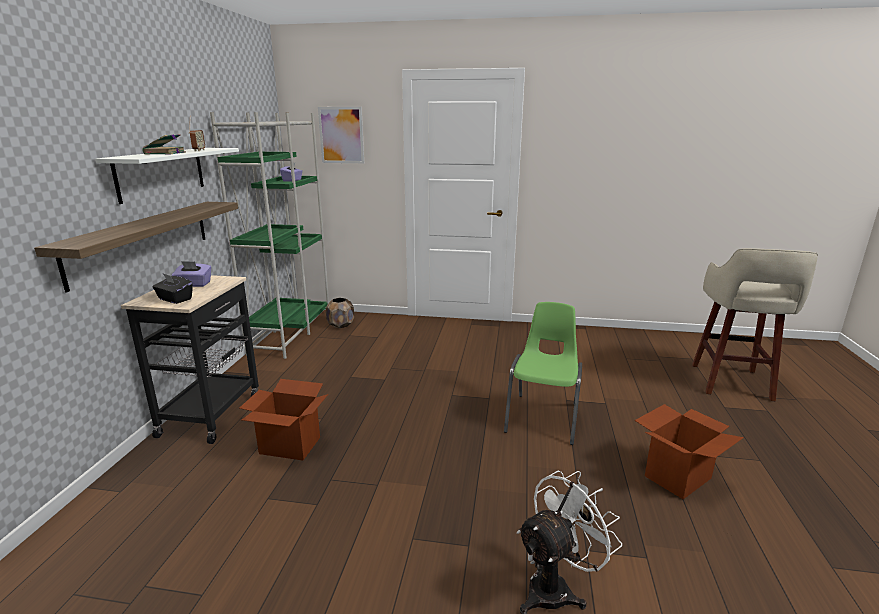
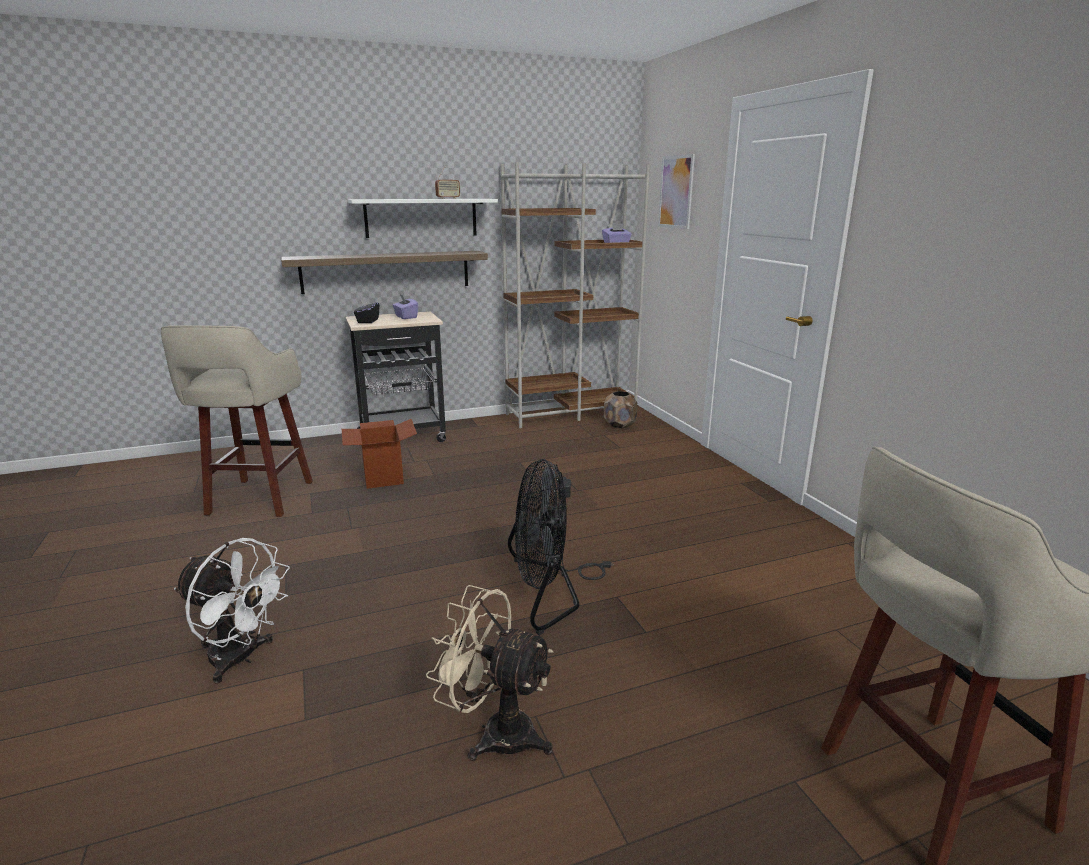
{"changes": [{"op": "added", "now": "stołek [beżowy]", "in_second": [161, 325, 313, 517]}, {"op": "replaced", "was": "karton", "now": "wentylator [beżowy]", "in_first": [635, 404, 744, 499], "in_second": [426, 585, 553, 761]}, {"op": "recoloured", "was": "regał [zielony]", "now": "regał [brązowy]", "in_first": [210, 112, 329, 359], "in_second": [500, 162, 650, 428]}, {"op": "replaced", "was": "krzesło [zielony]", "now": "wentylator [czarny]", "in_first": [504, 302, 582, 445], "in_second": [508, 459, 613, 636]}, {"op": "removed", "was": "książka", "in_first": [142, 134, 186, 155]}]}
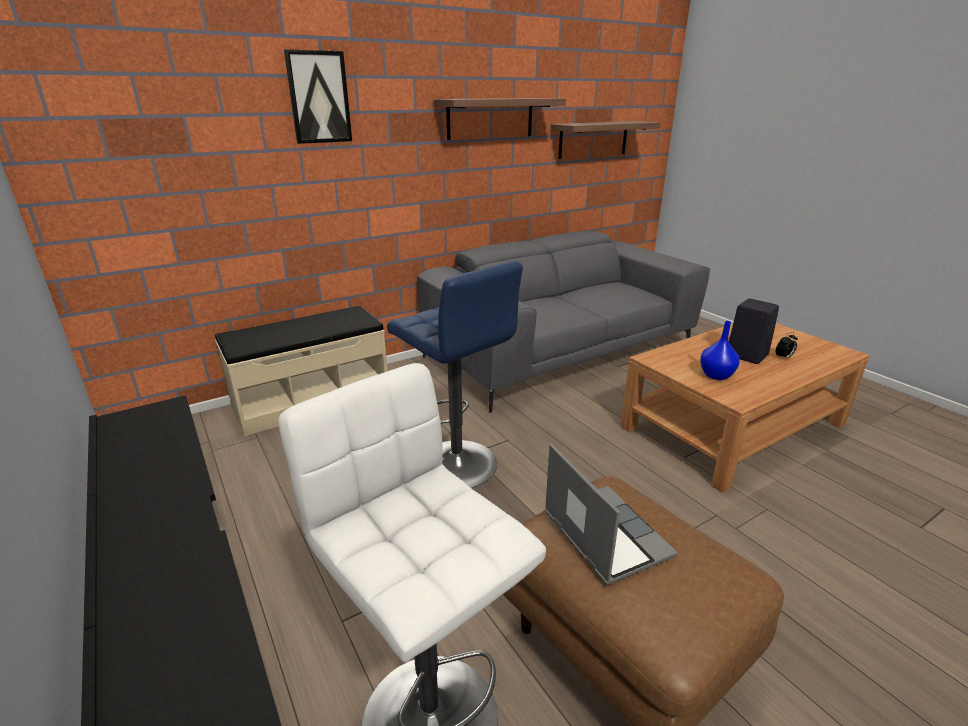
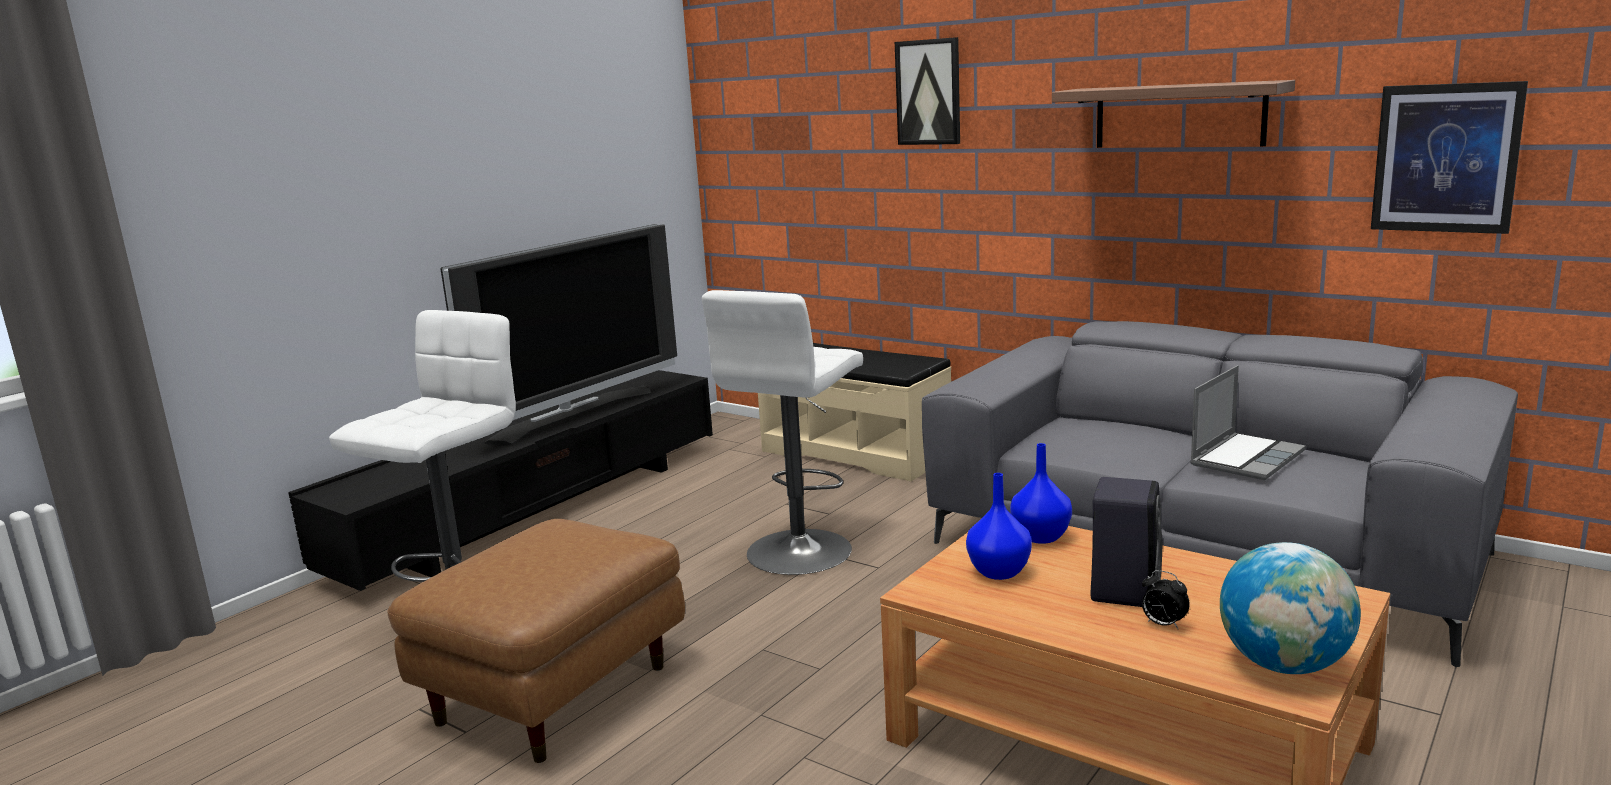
{"changes": [{"op": "added", "now": "telewizor", "in_second": [441, 224, 677, 445]}, {"op": "recoloured", "was": "stołek [niebieski]", "now": "stołek [biały]", "in_first": [387, 261, 523, 488], "in_second": [702, 290, 863, 575]}, {"op": "added", "now": "wazon [niebieski]", "in_second": [1010, 443, 1072, 544]}, {"op": "moved", "was": "laptop", "in_first": [544, 444, 678, 585], "in_second": [1190, 365, 1306, 480]}, {"op": "added", "now": "globus", "in_second": [1220, 542, 1361, 674]}, {"op": "replaced", "was": "półka", "now": "obraz", "in_first": [551, 121, 660, 159], "in_second": [1371, 81, 1528, 234]}]}
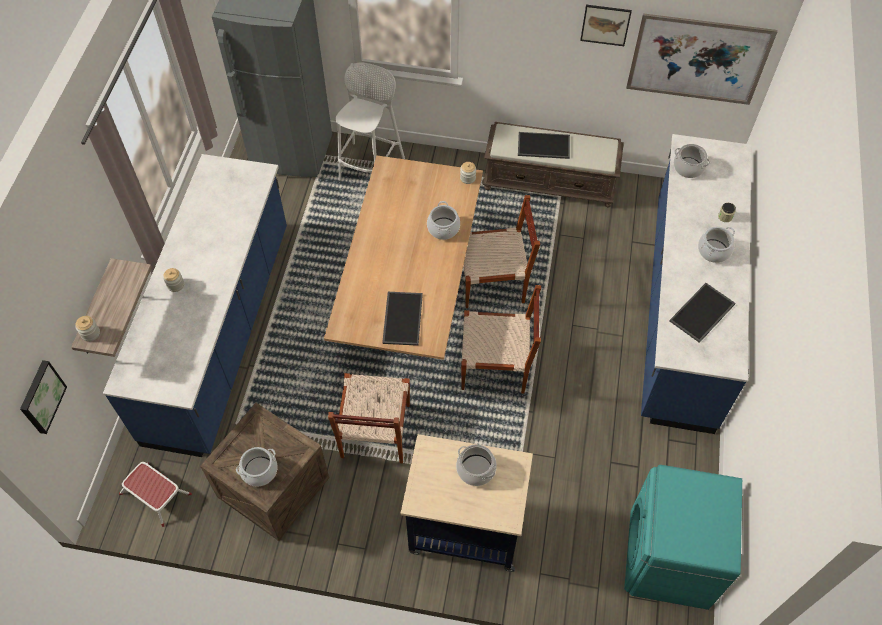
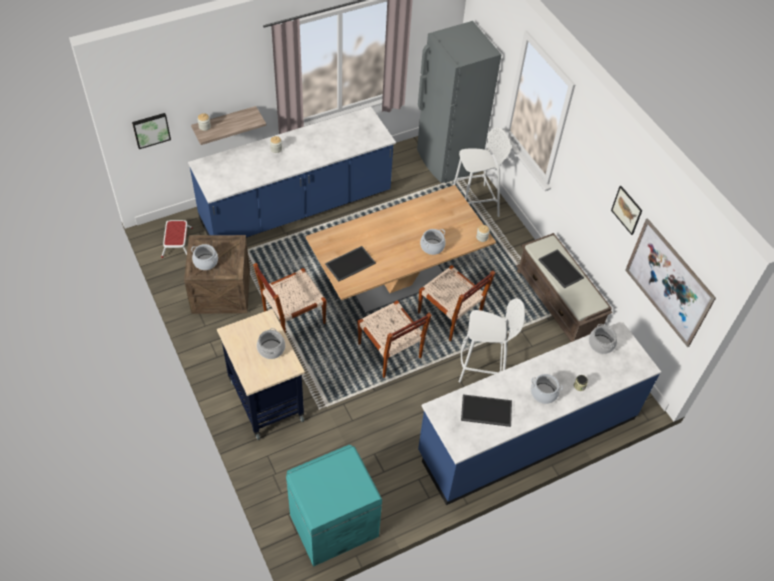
{"changes": [{"op": "added", "now": "stołek [biały]", "in_second": [459, 299, 525, 383]}]}
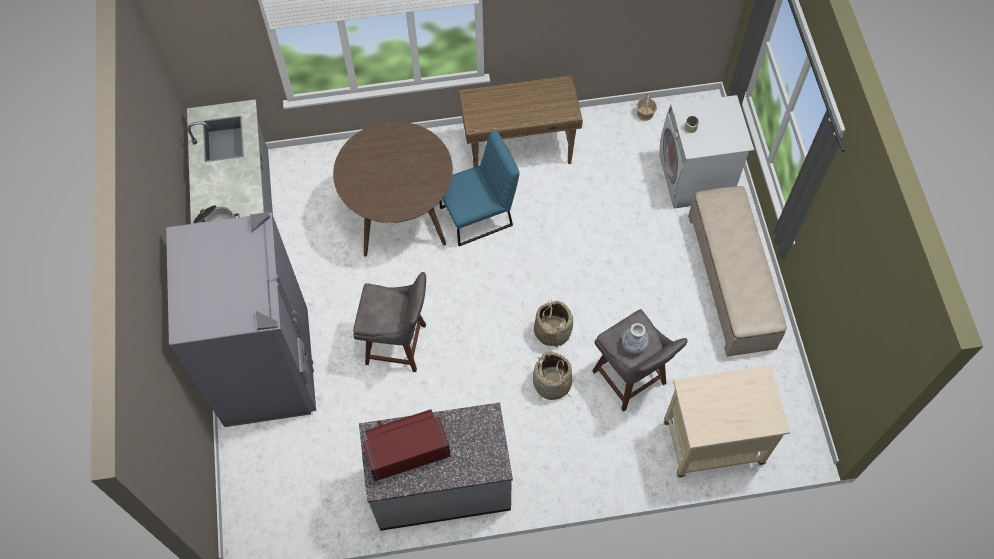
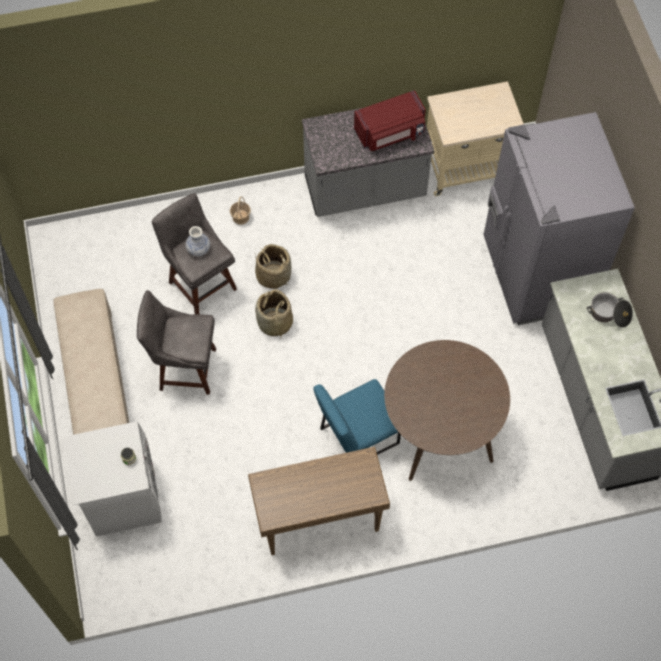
{"changes": [{"op": "moved", "was": "stołek [szary]", "in_first": [353, 272, 426, 372], "in_second": [137, 290, 216, 395]}, {"op": "moved", "was": "koszyk", "in_first": [636, 92, 657, 121], "in_second": [230, 196, 251, 225]}, {"op": "moved", "was": "wózek [beżowy]", "in_first": [664, 365, 790, 478], "in_second": [427, 81, 524, 196]}]}
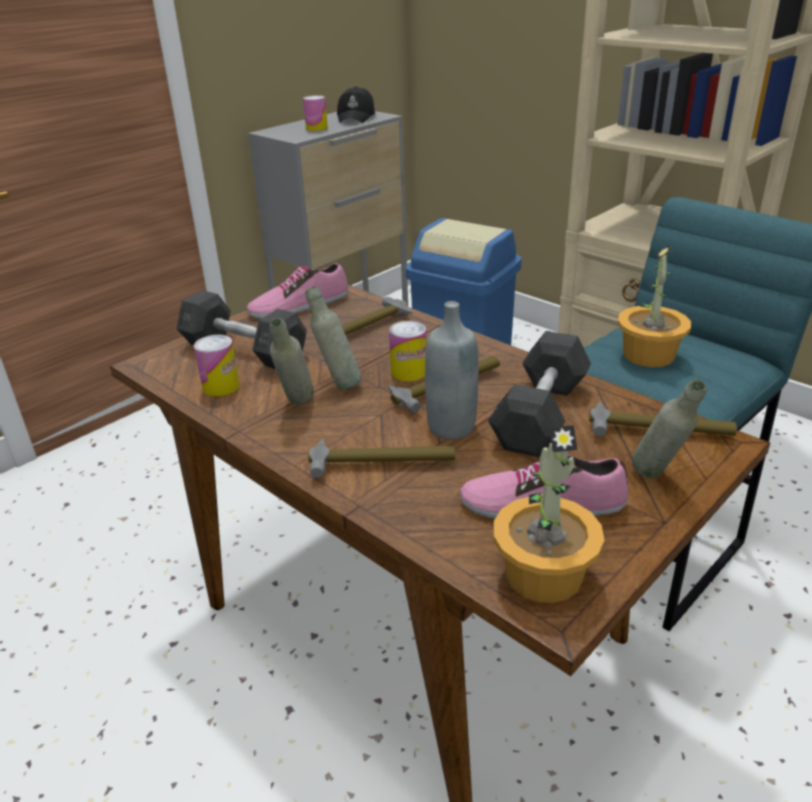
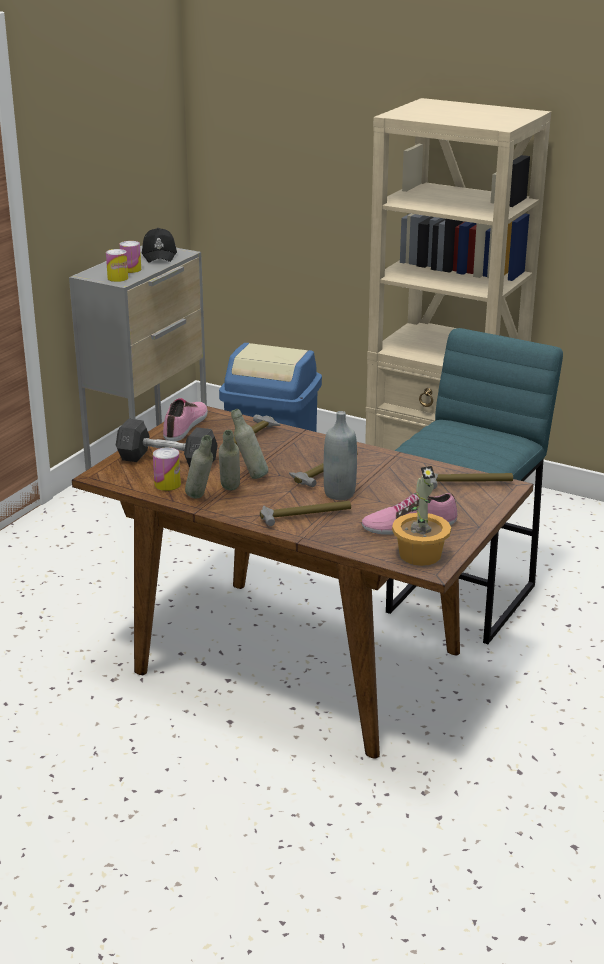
{"changes": [{"op": "moved", "was": "puszka", "in_first": [389, 321, 427, 381], "in_second": [106, 249, 128, 282]}, {"op": "turned", "was": "but", "in_first": [247, 263, 348, 319], "in_second": [163, 398, 208, 441], "clockwise": 150}, {"op": "moved", "was": "butelka [szary]", "in_first": [632, 379, 706, 478], "in_second": [185, 435, 213, 499]}, {"op": "removed", "was": "hantel [szary]", "in_first": [488, 331, 591, 457]}, {"op": "removed", "was": "roślina doniczkowa", "in_first": [617, 245, 691, 367]}]}
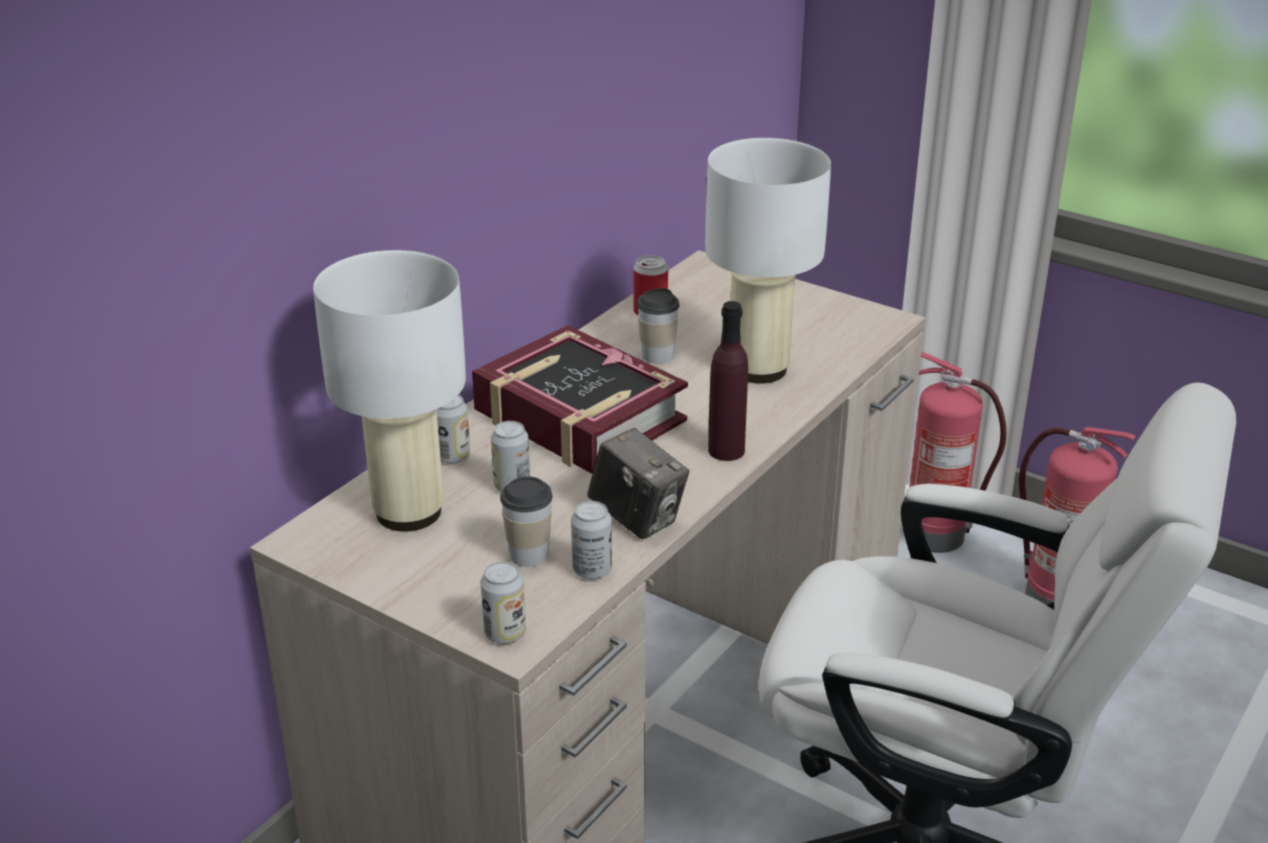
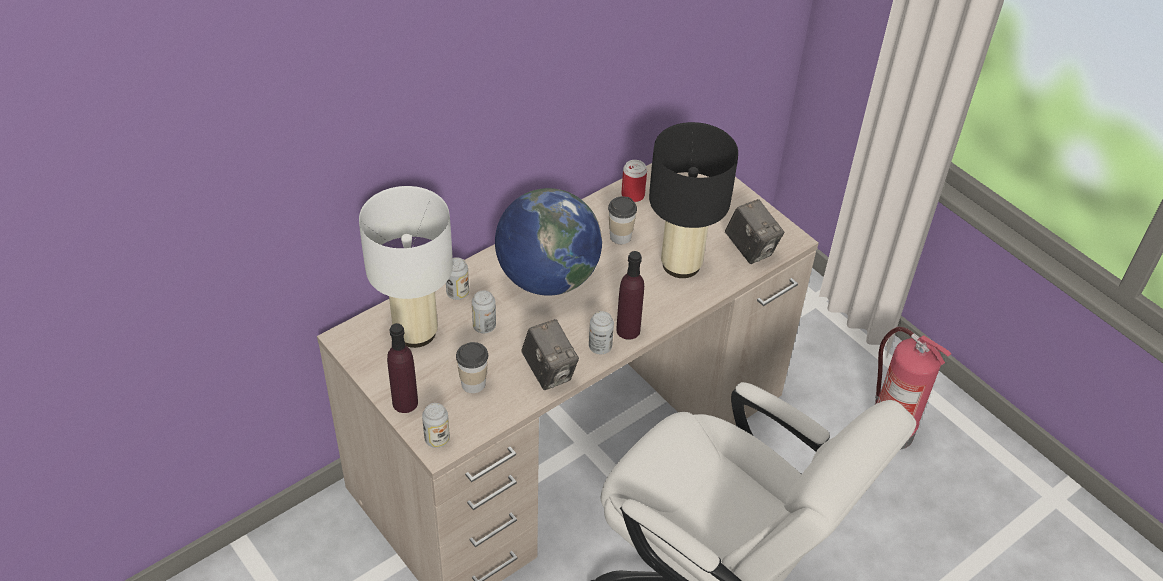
{"changes": [{"op": "added", "now": "butelka [fioletowy]", "in_second": [387, 323, 418, 413]}, {"op": "replaced", "was": "książka", "now": "globus", "in_first": [472, 325, 688, 474], "in_second": [495, 188, 602, 296]}, {"op": "moved", "was": "puszka", "in_first": [571, 501, 612, 579], "in_second": [589, 311, 614, 354]}, {"op": "recoloured", "was": "lampa stołowa [biały]", "now": "lampa stołowa [czarny]", "in_first": [705, 138, 831, 384], "in_second": [649, 122, 738, 278]}, {"op": "added", "now": "aparat fotograficzny", "in_second": [725, 199, 784, 264]}, {"op": "removed", "was": "gaśnica", "in_first": [909, 352, 1006, 553]}]}
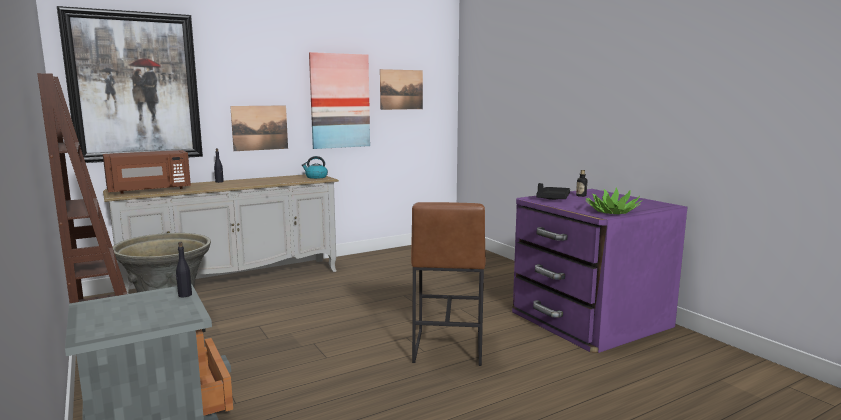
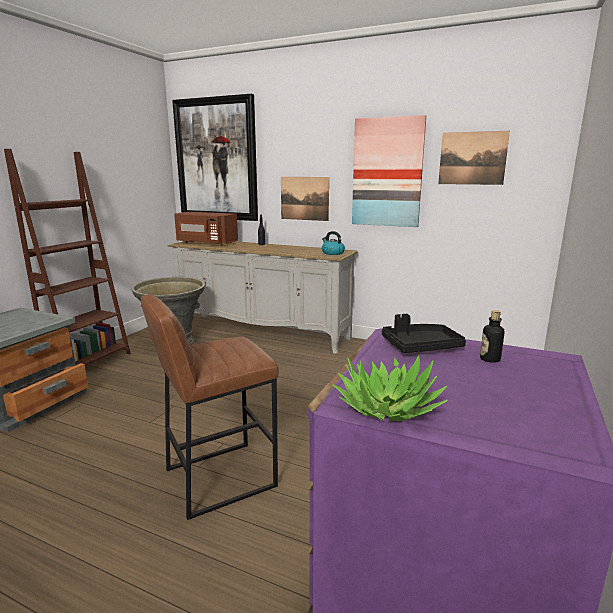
{"changes": [{"op": "removed", "was": "butelka [czarny]", "in_first": [176, 242, 192, 297]}]}
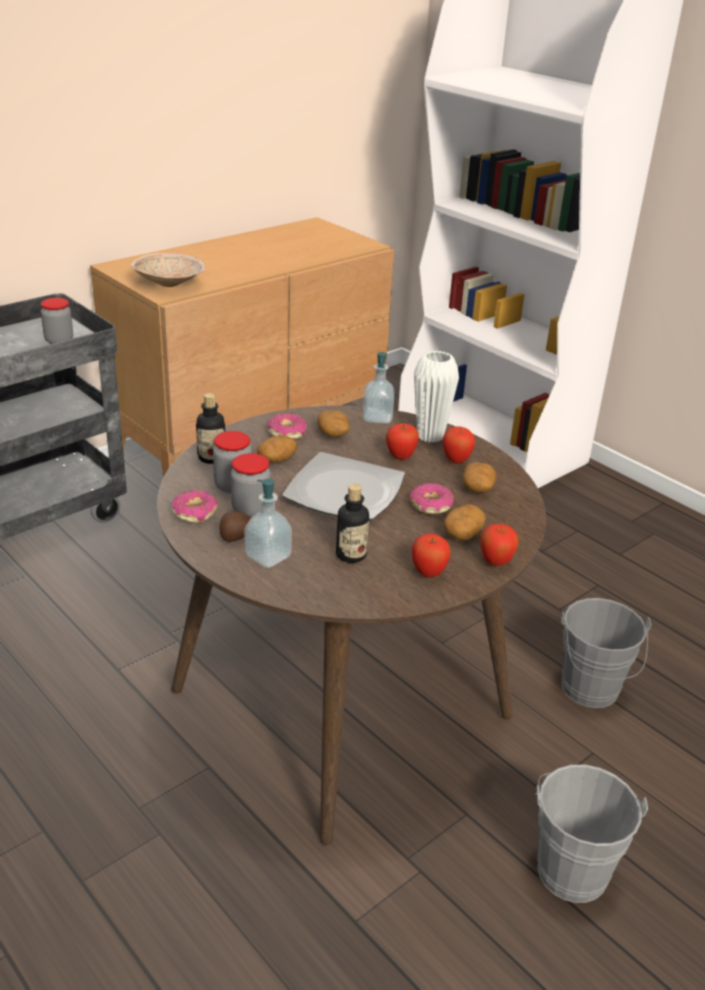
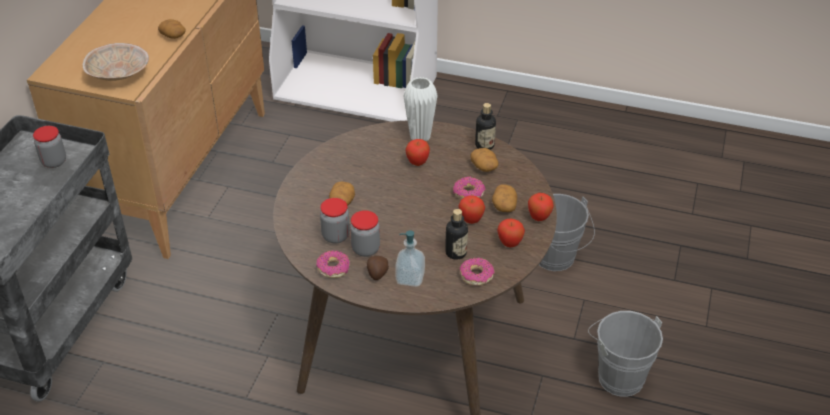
{"changes": [{"op": "moved", "was": "ziemniak", "in_first": [317, 410, 349, 437], "in_second": [158, 19, 186, 39]}, {"op": "moved", "was": "jabłko", "in_first": [443, 426, 475, 464], "in_second": [459, 195, 485, 224]}, {"op": "moved", "was": "donut", "in_first": [268, 413, 307, 439], "in_second": [460, 258, 495, 286]}, {"op": "moved", "was": "butelka", "in_first": [196, 393, 225, 464], "in_second": [475, 103, 496, 150]}, {"op": "removed", "was": "talerz", "in_first": [282, 452, 405, 520]}, {"op": "removed", "was": "dozownik mydła", "in_first": [363, 352, 395, 424]}]}
